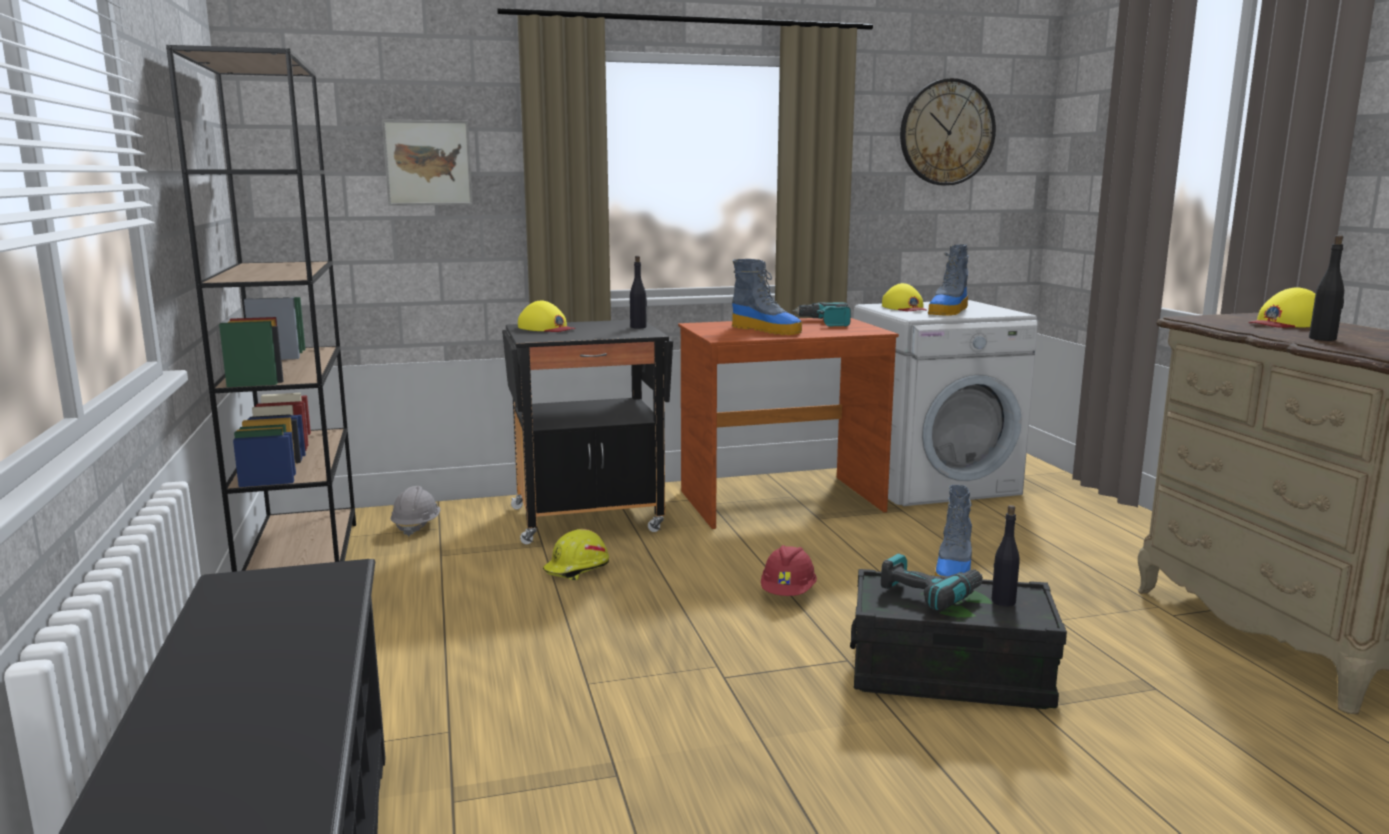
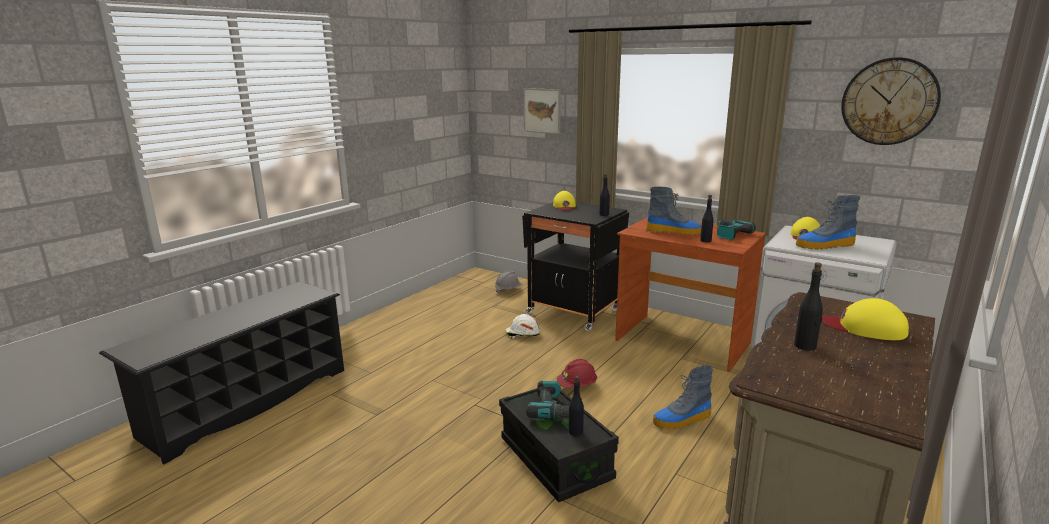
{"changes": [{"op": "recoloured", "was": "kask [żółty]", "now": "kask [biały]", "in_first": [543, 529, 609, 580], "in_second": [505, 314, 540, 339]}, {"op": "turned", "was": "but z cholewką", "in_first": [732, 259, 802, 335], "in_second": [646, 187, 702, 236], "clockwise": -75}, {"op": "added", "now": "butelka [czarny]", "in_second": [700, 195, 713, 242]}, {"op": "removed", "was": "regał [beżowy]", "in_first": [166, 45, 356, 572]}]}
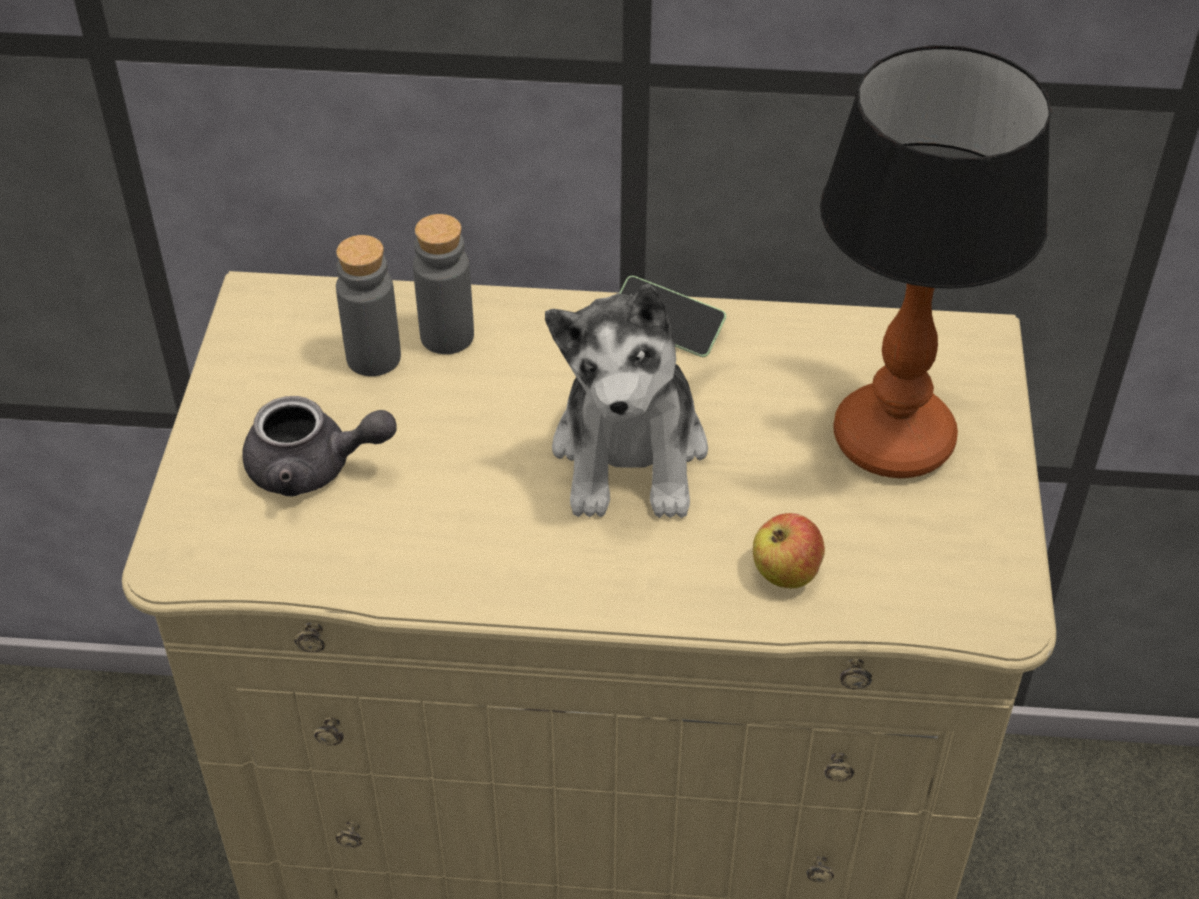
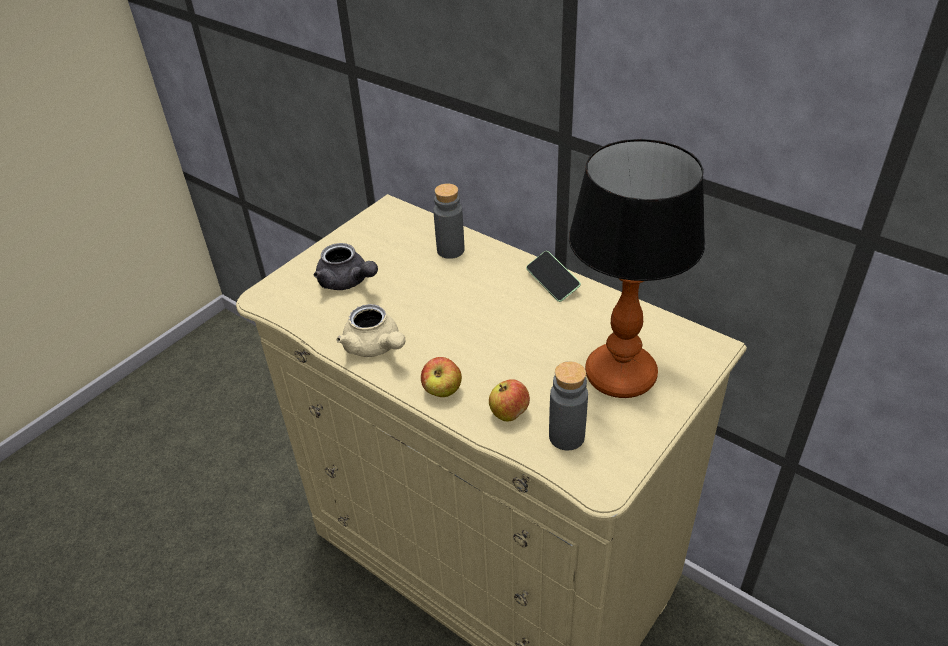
{"changes": [{"op": "added", "now": "imbryk [beżowy]", "in_second": [336, 304, 405, 357]}, {"op": "added", "now": "jabłko", "in_second": [421, 357, 462, 397]}, {"op": "moved", "was": "butelka [szary]", "in_first": [336, 235, 401, 376], "in_second": [549, 361, 588, 451]}, {"op": "removed", "was": "pluszak", "in_first": [545, 284, 708, 518]}]}
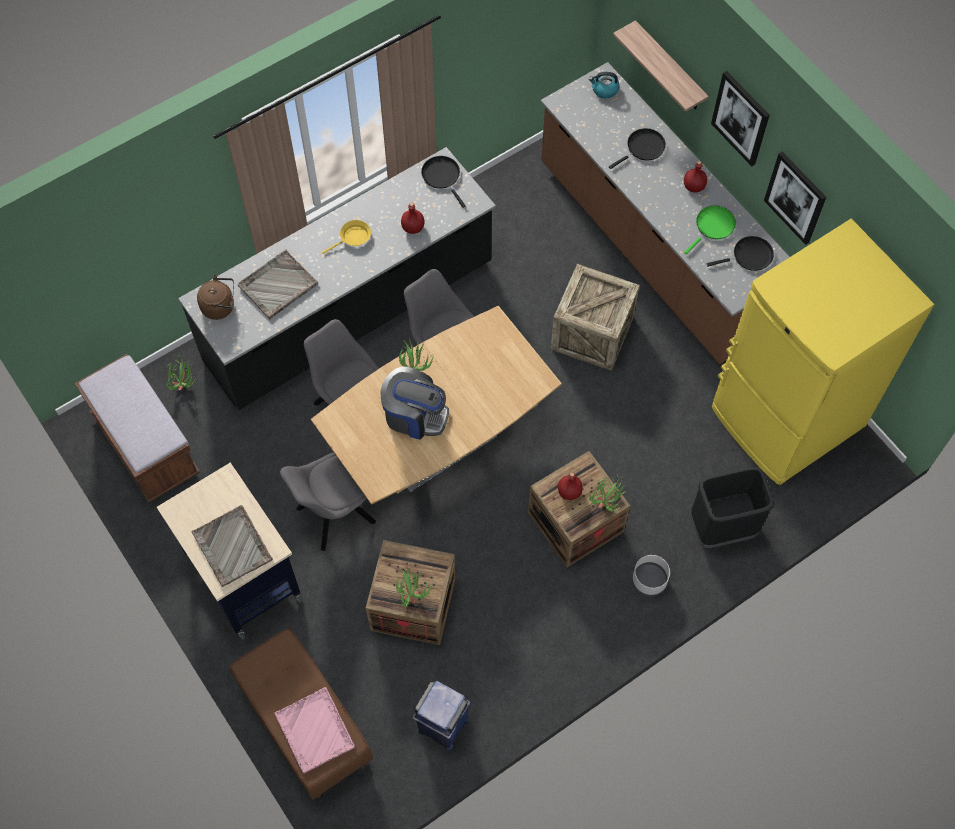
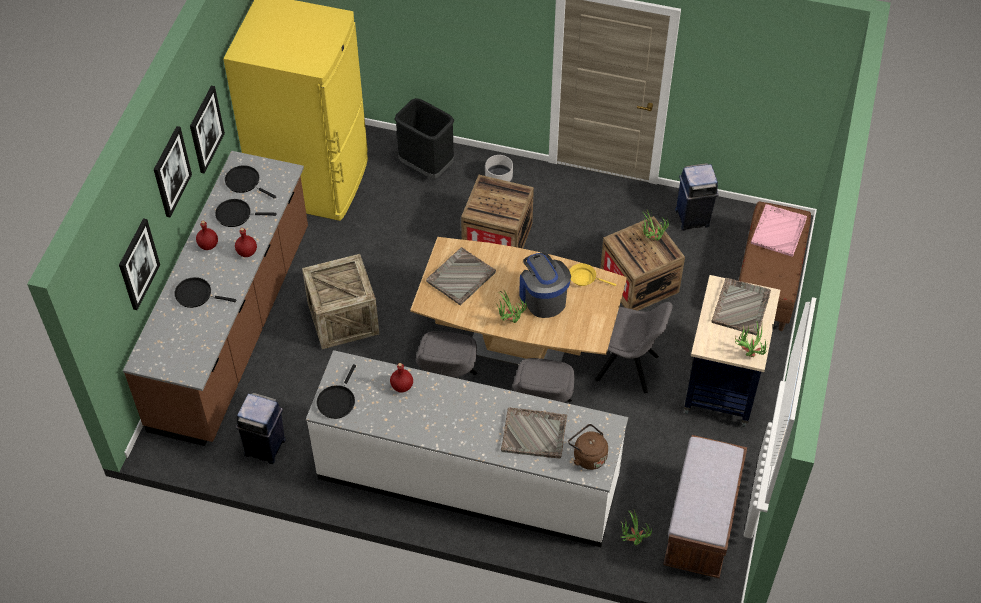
{"changes": [{"op": "replaced", "was": "półka", "now": "obraz", "in_first": [613, 20, 709, 112], "in_second": [119, 218, 160, 310]}, {"op": "recoloured", "was": "patelnia [zielony]", "now": "patelnia [czarny]", "in_first": [684, 206, 736, 254], "in_second": [215, 199, 276, 227]}, {"op": "moved", "was": "butelka [czerwony]", "in_first": [558, 473, 583, 500], "in_second": [235, 228, 257, 257]}, {"op": "added", "now": "kosz na śmieci [niebieski]", "in_second": [236, 393, 286, 464]}, {"op": "recoloured", "was": "zabudowa kuchenna [czarny]", "now": "zabudowa kuchenna [biały]", "in_first": [178, 147, 496, 410], "in_second": [306, 350, 628, 547]}, {"op": "added", "now": "taca [szary]", "in_second": [426, 247, 496, 306]}, {"op": "moved", "was": "patelnia [żółty]", "in_first": [322, 220, 371, 254], "in_second": [569, 263, 616, 286]}, {"op": "moved", "was": "roślina doniczkowa", "in_first": [589, 474, 626, 512], "in_second": [735, 321, 768, 357]}, {"op": "removed", "was": "czajnik", "in_first": [589, 72, 620, 98]}]}
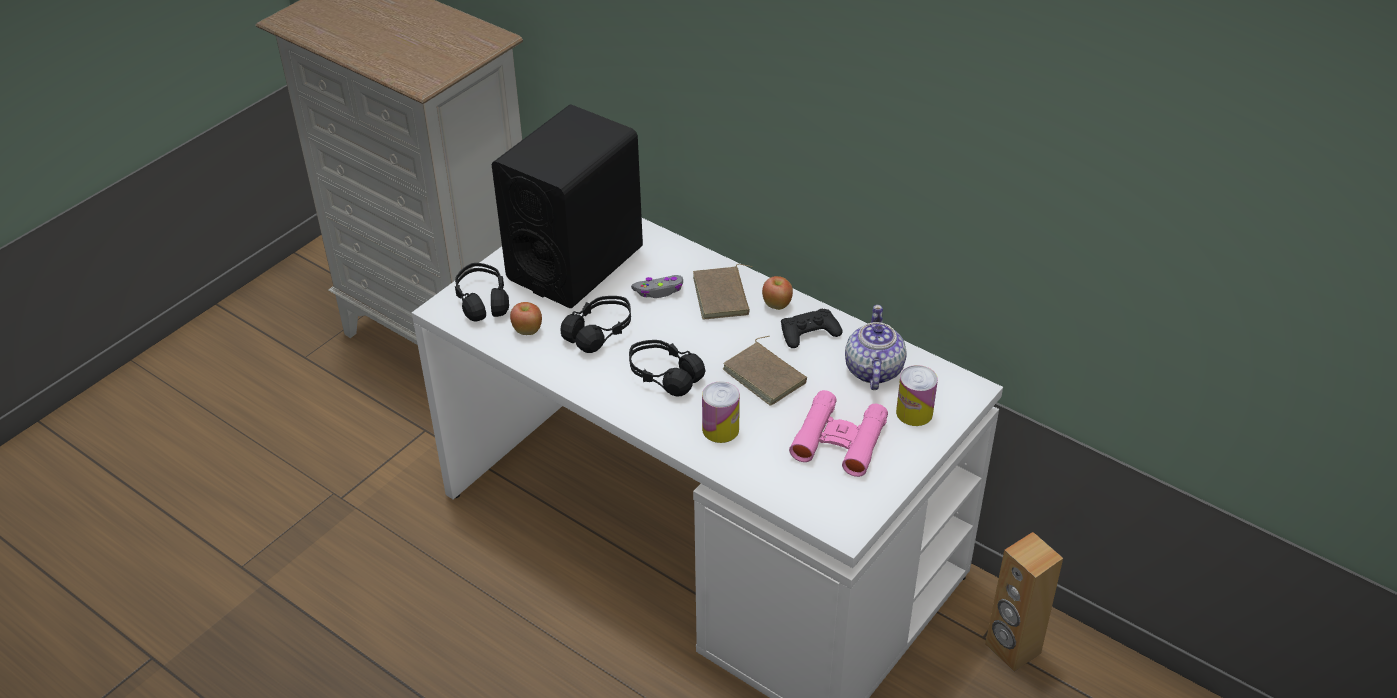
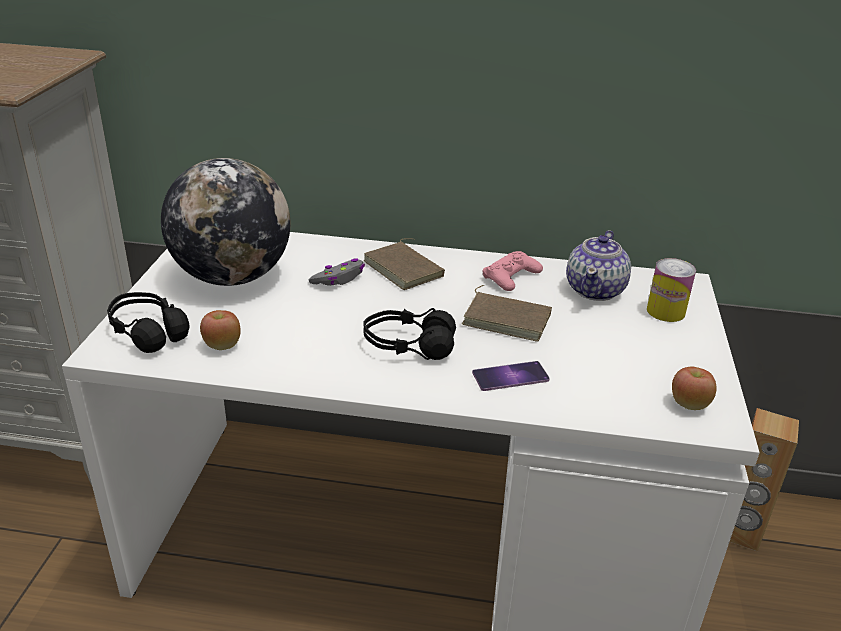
{"changes": [{"op": "replaced", "was": "głośnik [czarny]", "now": "globus", "in_first": [491, 104, 643, 308], "in_second": [161, 158, 290, 286]}, {"op": "replaced", "was": "puszka", "now": "telefon", "in_first": [702, 381, 740, 443], "in_second": [472, 361, 550, 391]}, {"op": "recoloured", "was": "pad do gier [czarny]", "now": "pad do gier [różowy]", "in_first": [781, 309, 843, 348], "in_second": [482, 251, 543, 291]}, {"op": "turned", "was": "imbryk", "in_first": [845, 305, 907, 390], "in_second": [566, 230, 631, 301], "clockwise": -135}, {"op": "moved", "was": "jabłko", "in_first": [762, 276, 793, 310], "in_second": [672, 367, 717, 410]}, {"op": "removed", "was": "słuchawki [czarny]", "in_first": [561, 296, 631, 353]}, {"op": "removed", "was": "lornetka [różowy]", "in_first": [789, 390, 888, 477]}]}
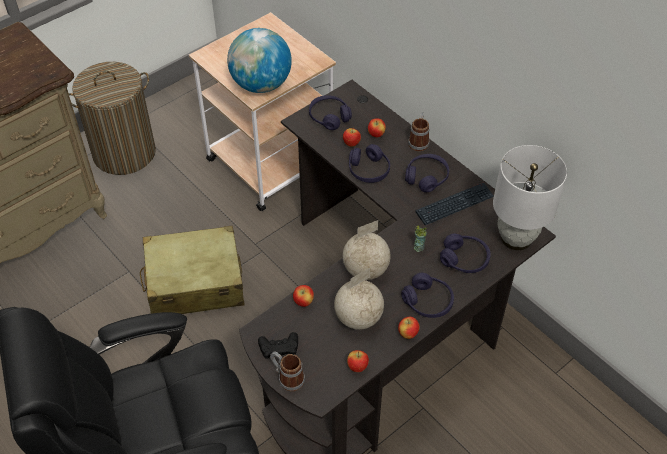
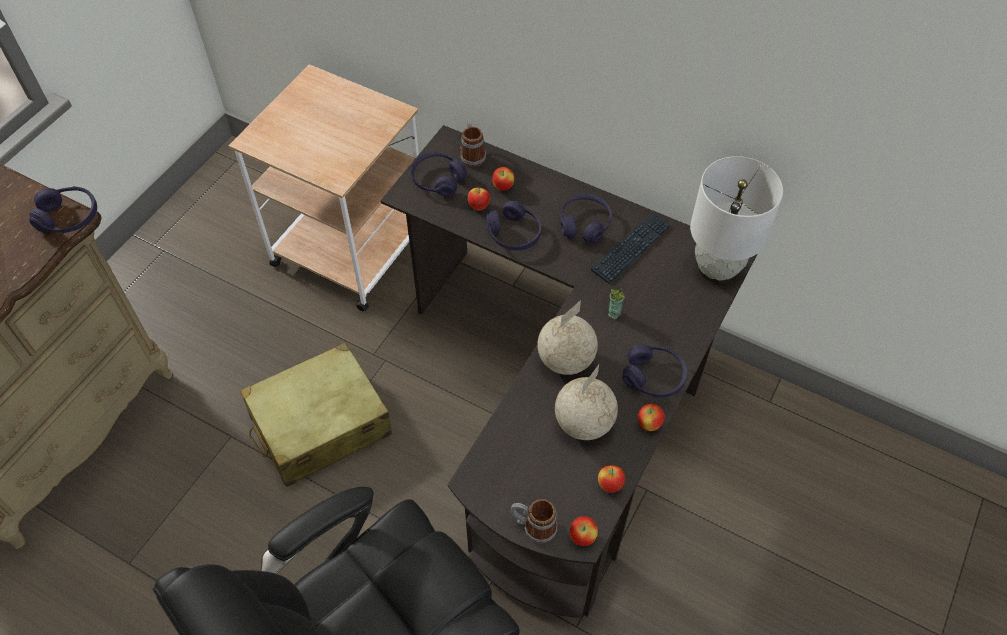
{"changes": [{"op": "moved", "was": "słuchawki [fioletowy]", "in_first": [440, 234, 491, 273], "in_second": [29, 186, 97, 233]}, {"op": "moved", "was": "kubek", "in_first": [408, 112, 430, 151], "in_second": [461, 119, 486, 167]}, {"op": "moved", "was": "jabłko", "in_first": [293, 285, 314, 307], "in_second": [570, 516, 598, 546]}, {"op": "removed", "was": "kosz na pranie", "in_first": [69, 62, 156, 175]}, {"op": "removed", "was": "globus", "in_first": [227, 28, 292, 93]}, {"op": "removed", "was": "pad do gier [czarny]", "in_first": [258, 332, 298, 359]}]}
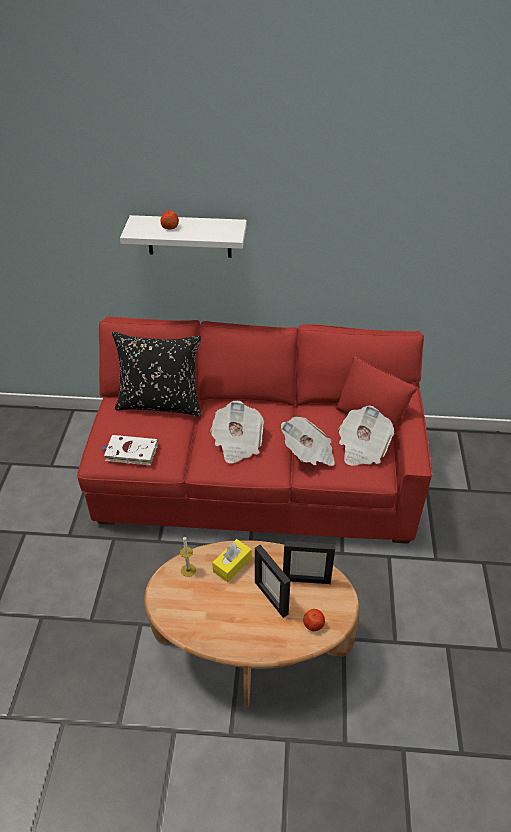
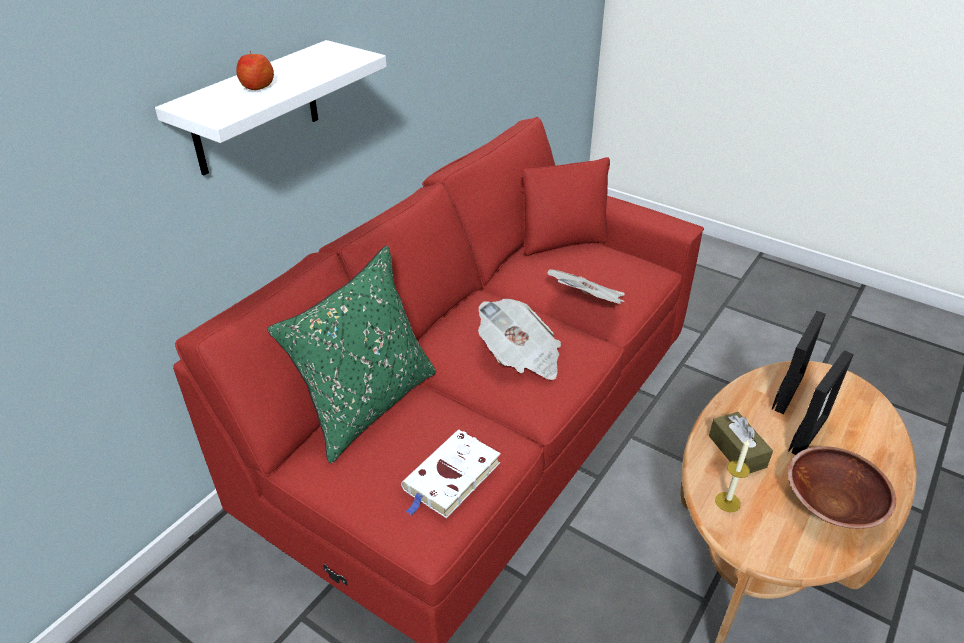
{"changes": [{"op": "recoloured", "was": "poduszka [czarny]", "now": "poduszka [zielony]", "in_first": [112, 332, 201, 417], "in_second": [267, 245, 436, 464]}, {"op": "recoloured", "was": "pudełko chusteczek [żółty]", "now": "pudełko chusteczek [brązowy]", "in_first": [212, 539, 252, 582], "in_second": [709, 412, 773, 474]}, {"op": "turned", "was": "ramka na zdjęcie", "in_first": [255, 545, 291, 618], "in_second": [788, 350, 854, 455], "clockwise": -45}, {"op": "added", "now": "miska [brązowy]", "in_second": [788, 446, 896, 529]}, {"op": "removed", "was": "jabłko", "in_first": [303, 609, 325, 631]}, {"op": "removed", "was": "gazeta", "in_first": [338, 405, 394, 466]}]}
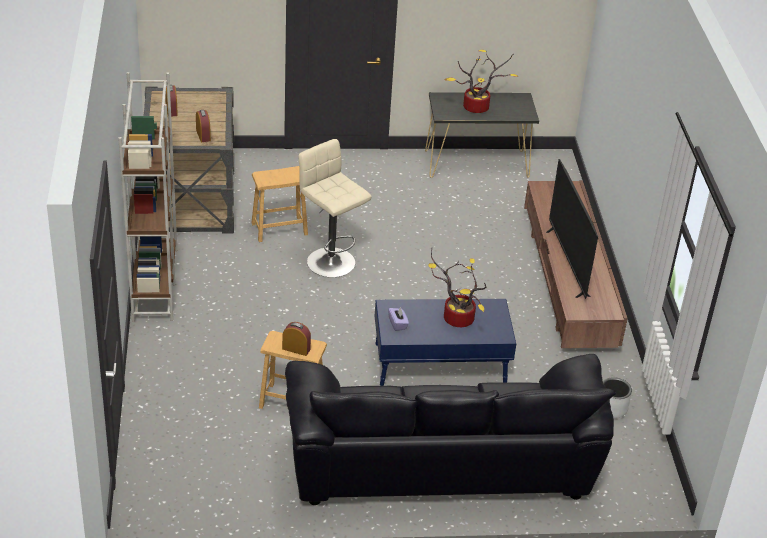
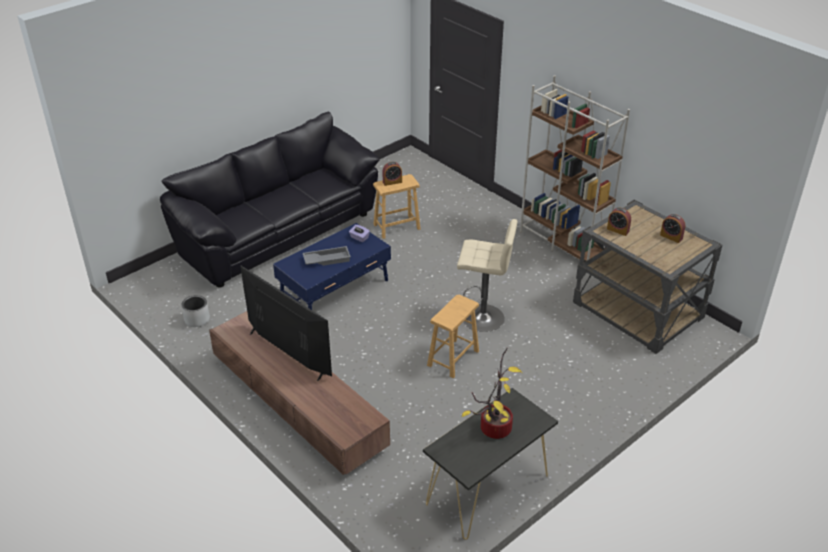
{"changes": [{"op": "replaced", "was": "roślina doniczkowa", "now": "taca [szary]", "in_first": [428, 248, 486, 327], "in_second": [303, 246, 351, 266]}, {"op": "moved", "was": "stołek [brązowy]", "in_first": [251, 166, 308, 242], "in_second": [427, 294, 479, 378]}]}
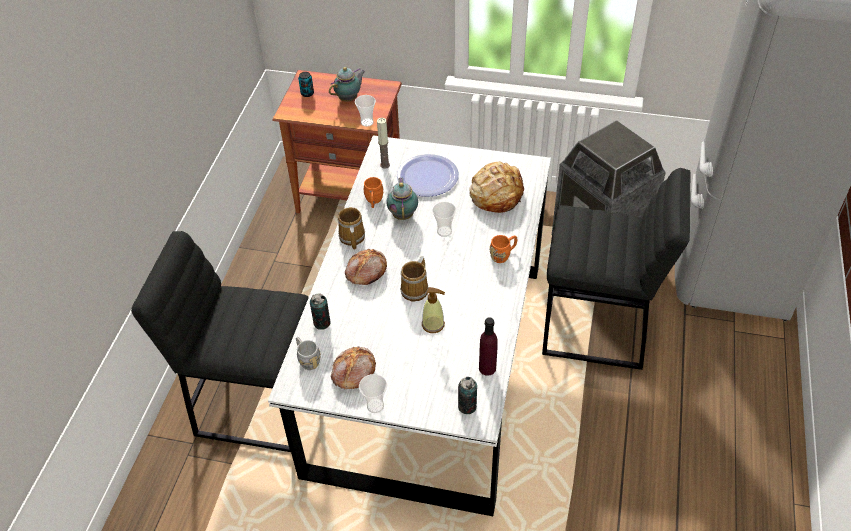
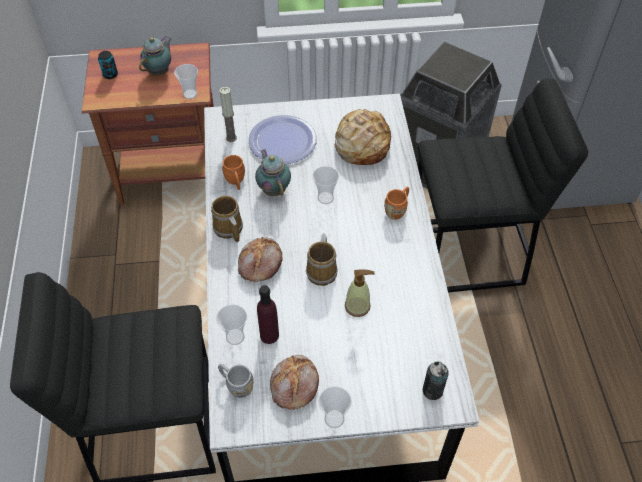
{"changes": [{"op": "replaced", "was": "puszka", "now": "filiżanka", "in_first": [310, 293, 331, 330], "in_second": [216, 304, 247, 345]}, {"op": "moved", "was": "butelka [fioletowy]", "in_first": [479, 317, 498, 376], "in_second": [257, 285, 279, 344]}]}
